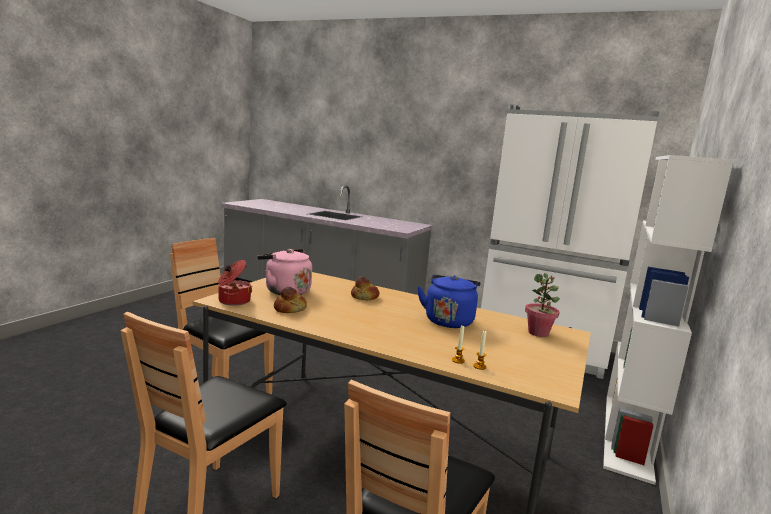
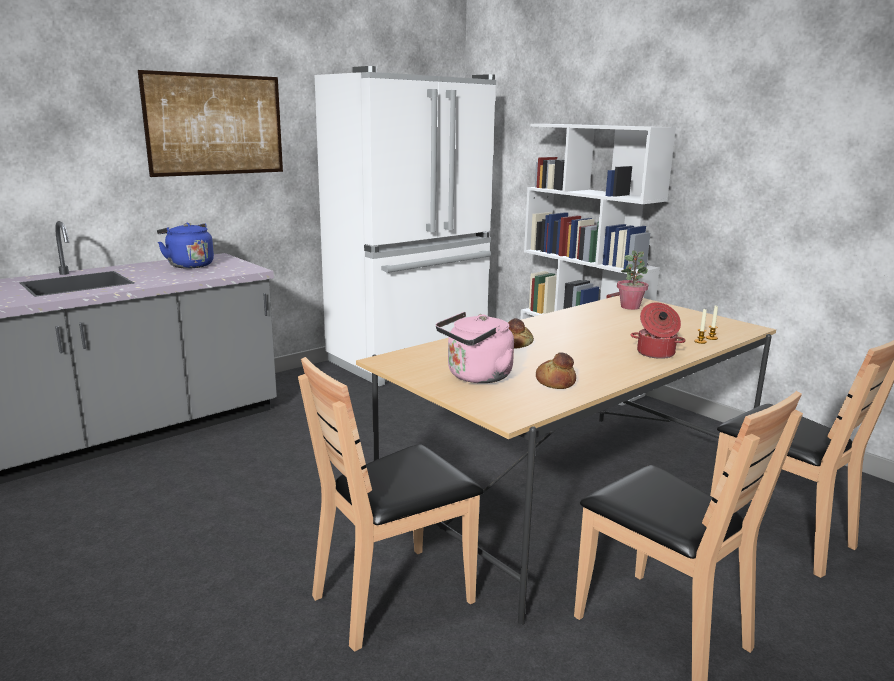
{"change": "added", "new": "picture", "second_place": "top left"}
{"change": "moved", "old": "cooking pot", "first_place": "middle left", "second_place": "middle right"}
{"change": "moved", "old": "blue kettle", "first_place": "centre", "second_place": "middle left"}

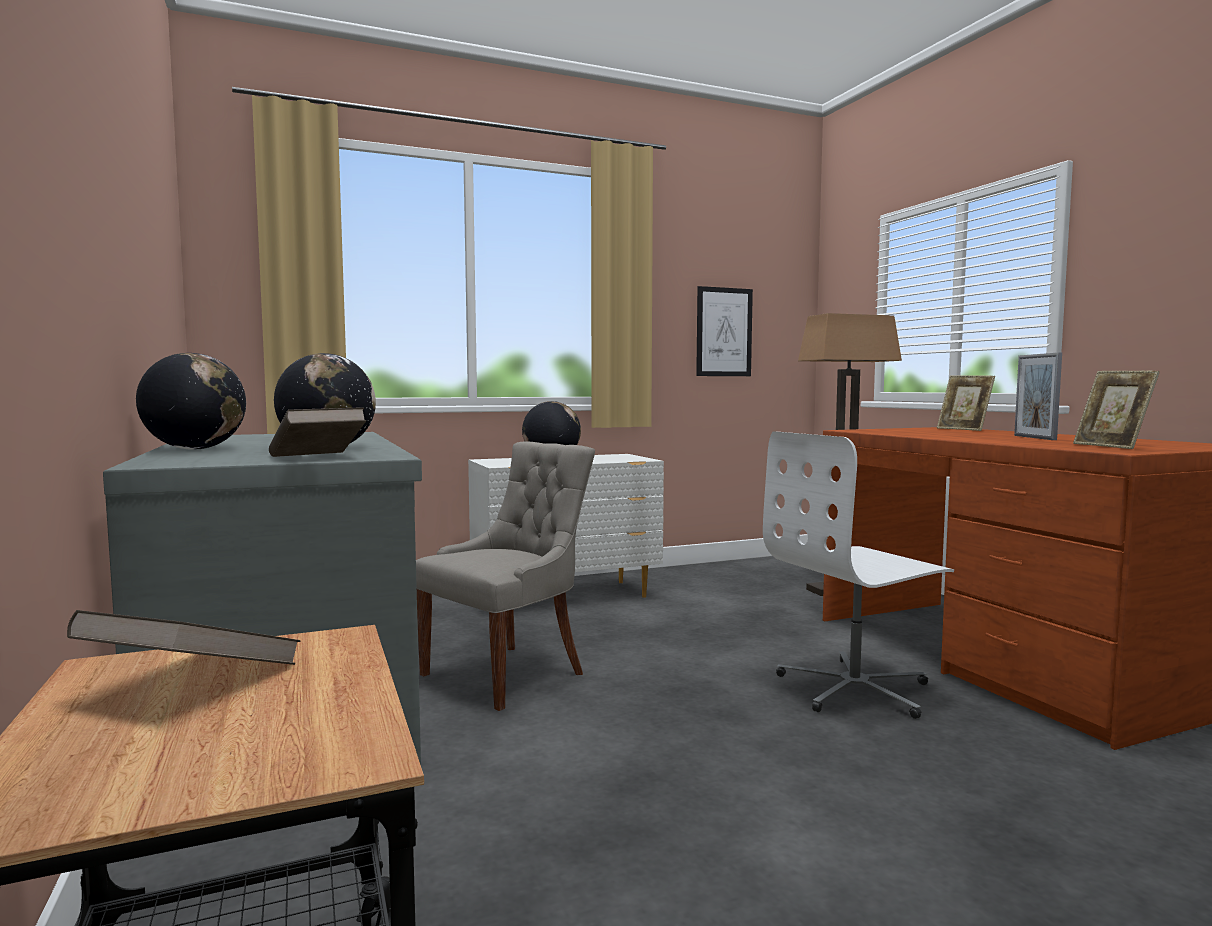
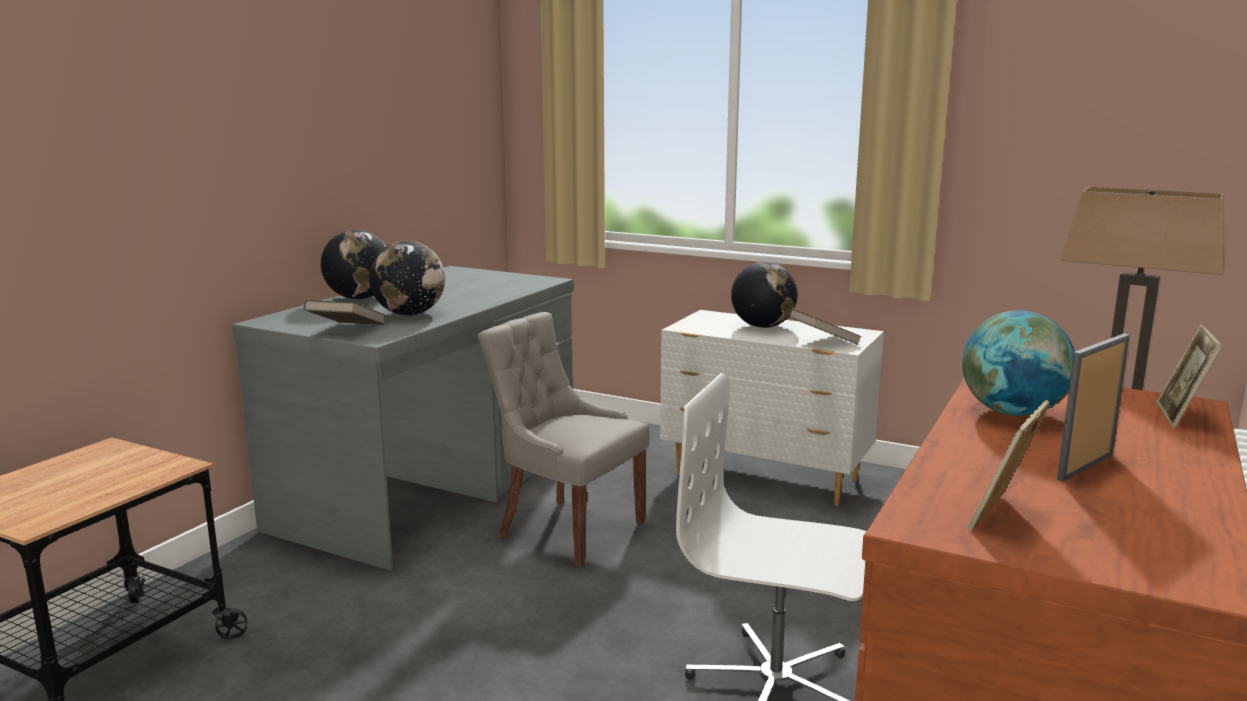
{"change": "removed", "old": "picture", "first_place": "centre"}
{"change": "added", "new": "globe (4th from left)", "second_place": "middle right"}
{"change": "moved", "old": "brown book (1st from left in the first image)", "new": "brown book (2nd from left)", "first_place": "bottom left", "second_place": "centre"}
{"change": "turned", "old": "grey chair", "first_place": "centre", "second_place": "centre", "degrees": -150}

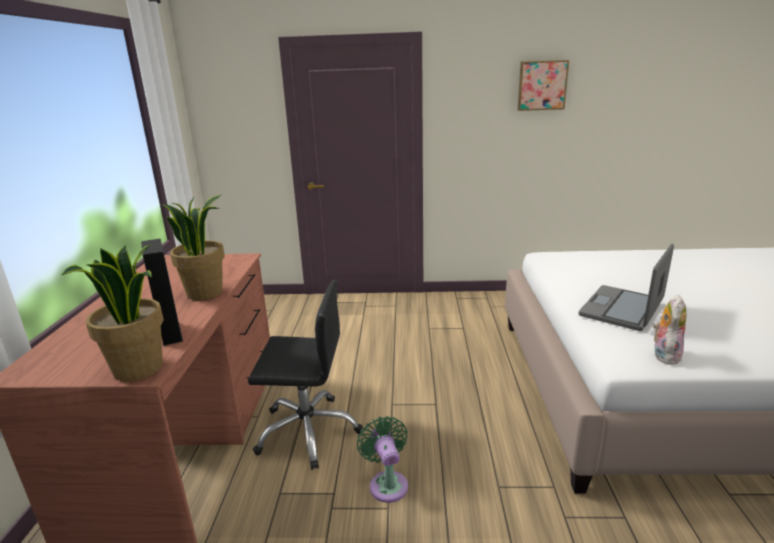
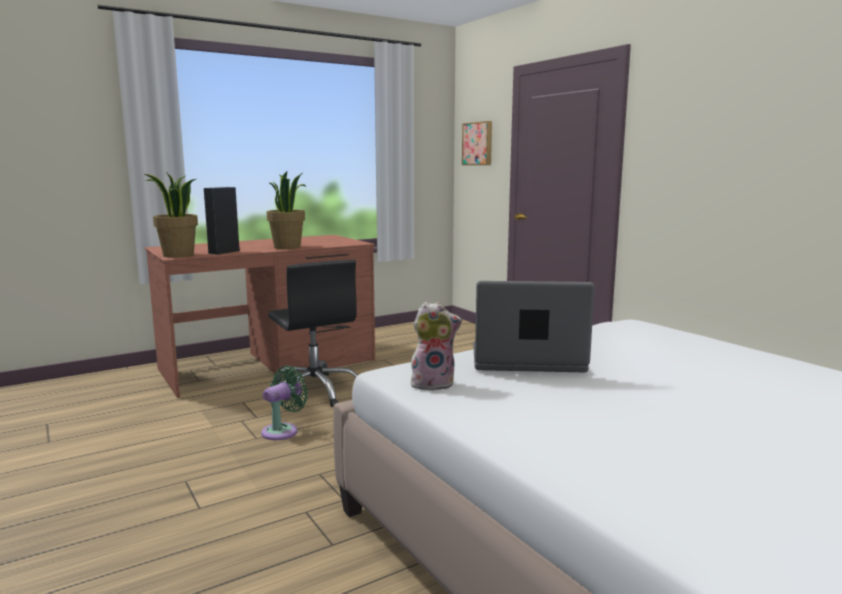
{"change": "moved", "old": "picture", "first_place": "top right", "second_place": "top centre"}

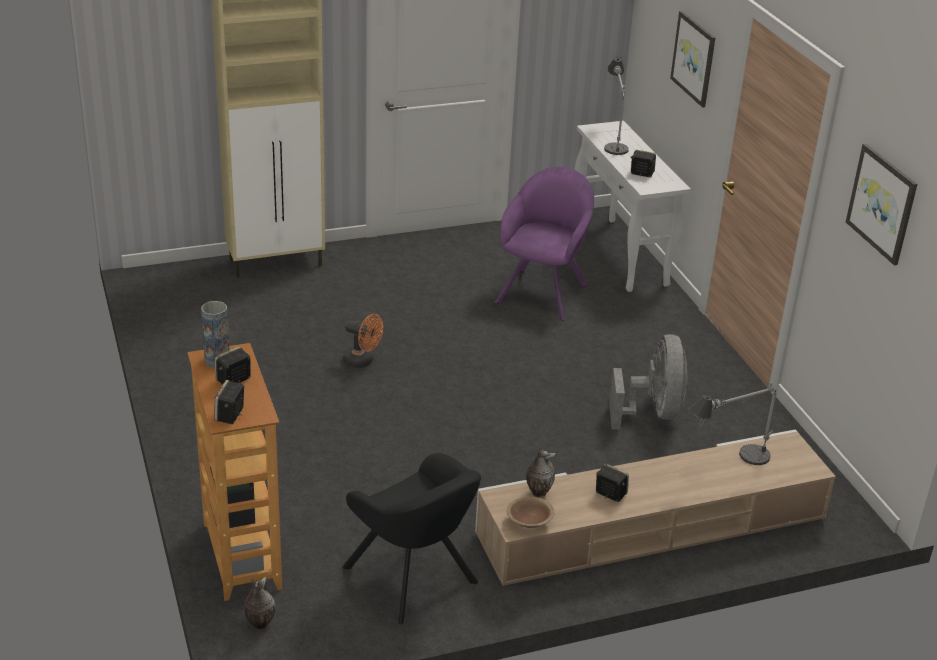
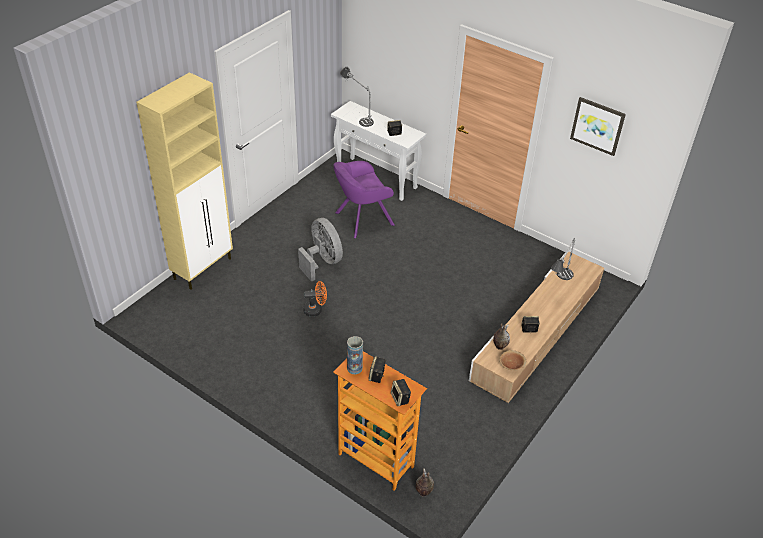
{"change": "removed", "old": "black armchair", "first_place": "bottom centre"}
{"change": "removed", "old": "picture (1st from left)", "first_place": "top right"}
{"change": "moved", "old": "grey fan", "first_place": "middle right", "second_place": "centre"}
{"change": "turned", "old": "purple armchair", "first_place": "centre", "second_place": "centre", "degrees": -105}

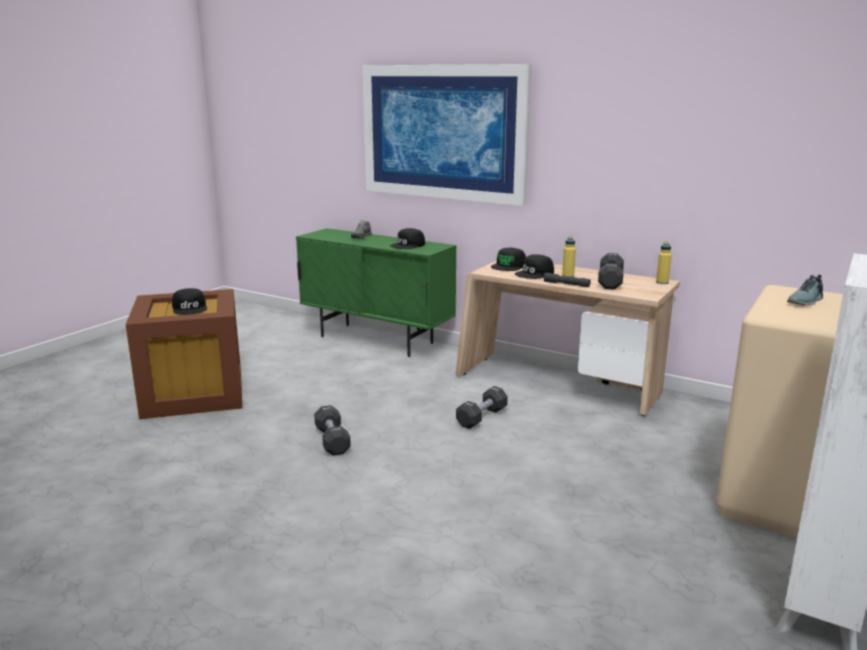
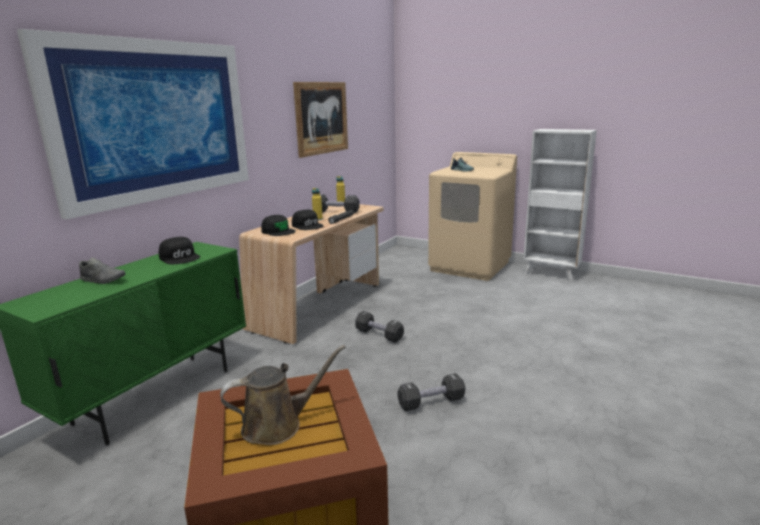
{"change": "added", "new": "picture (2nd from left)", "second_place": "top centre"}
{"change": "replaced", "old": "black cap (1st from left)", "new": "brown watering can", "first_place": "middle left", "second_place": "bottom centre"}

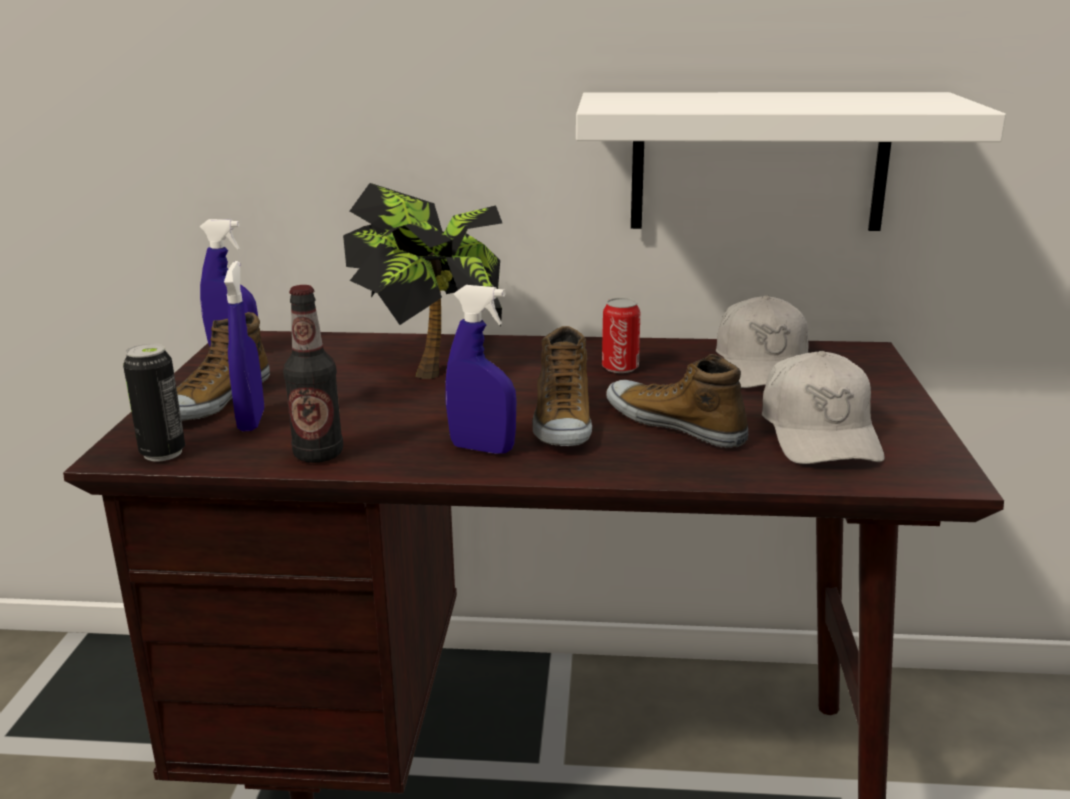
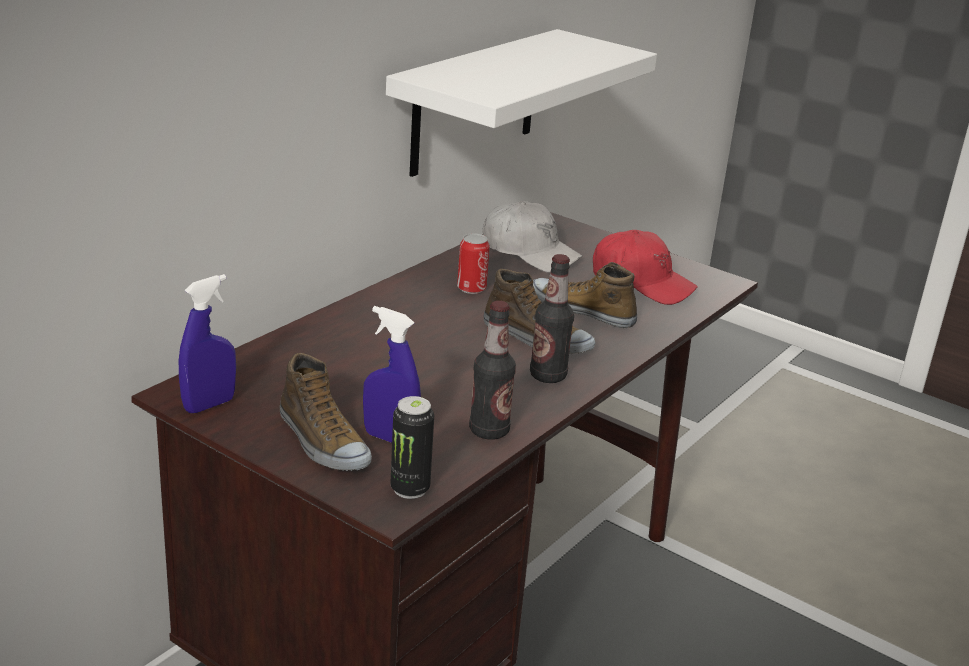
{"change": "removed", "old": "potted plant", "first_place": "centre"}
{"change": "replaced", "old": "blue spray bottle (3rd from left)", "new": "bottle (2nd from left)", "first_place": "centre", "second_place": "centre"}
{"change": "recoloured", "old": "white cap (2nd from left)", "new": "red cap", "first_place": "middle right", "second_place": "centre"}
{"change": "turned", "old": "shoe (3rd from left)", "first_place": "centre", "second_place": "centre", "degrees": 45}

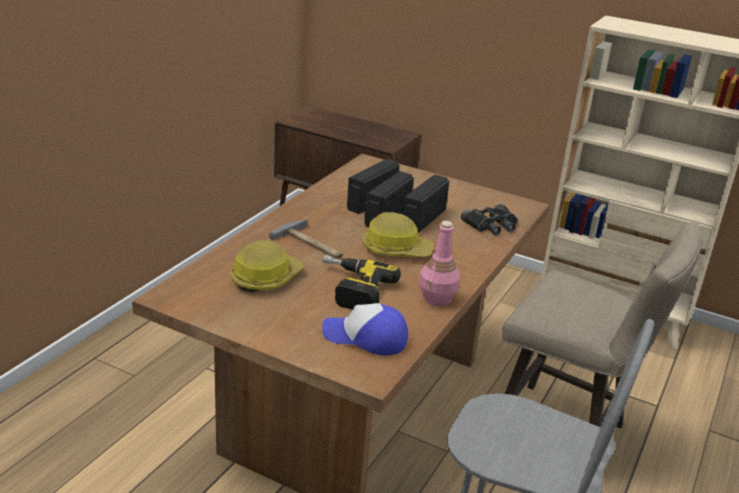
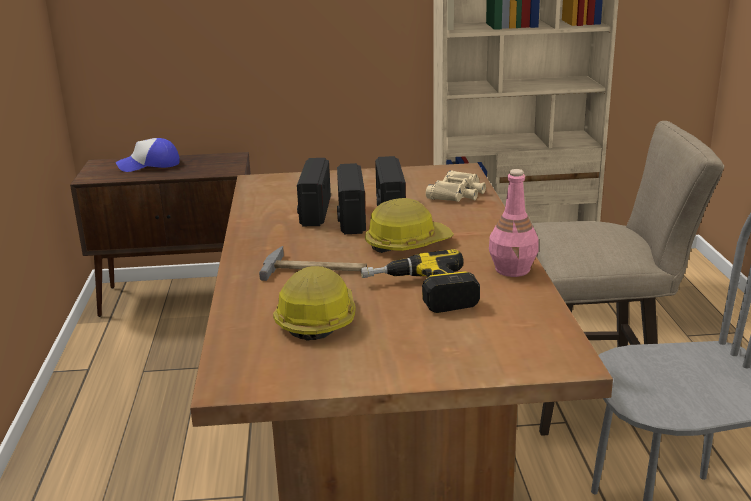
{"change": "moved", "old": "cap", "first_place": "bottom centre", "second_place": "top left"}
{"change": "recoloured", "old": "black binoculars", "new": "beige binoculars", "first_place": "centre", "second_place": "centre"}

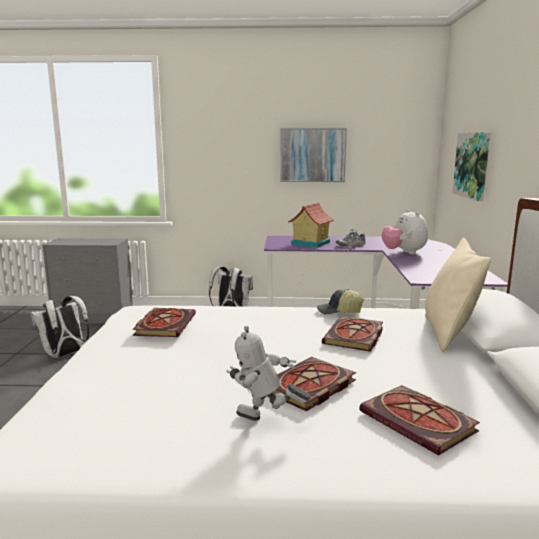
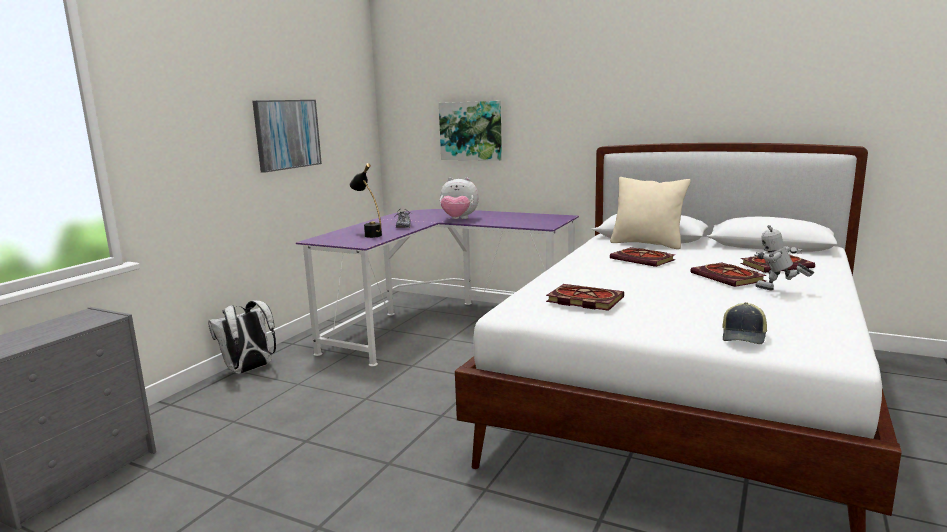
{"change": "removed", "old": "white backpack (1st from left)", "first_place": "middle left"}
{"change": "moved", "old": "cap", "first_place": "centre", "second_place": "middle right"}
{"change": "replaced", "old": "toy house", "new": "black table lamp", "first_place": "centre", "second_place": "centre"}
{"change": "turned", "old": "toy robot", "first_place": "bottom centre", "second_place": "middle right", "degrees": 75}

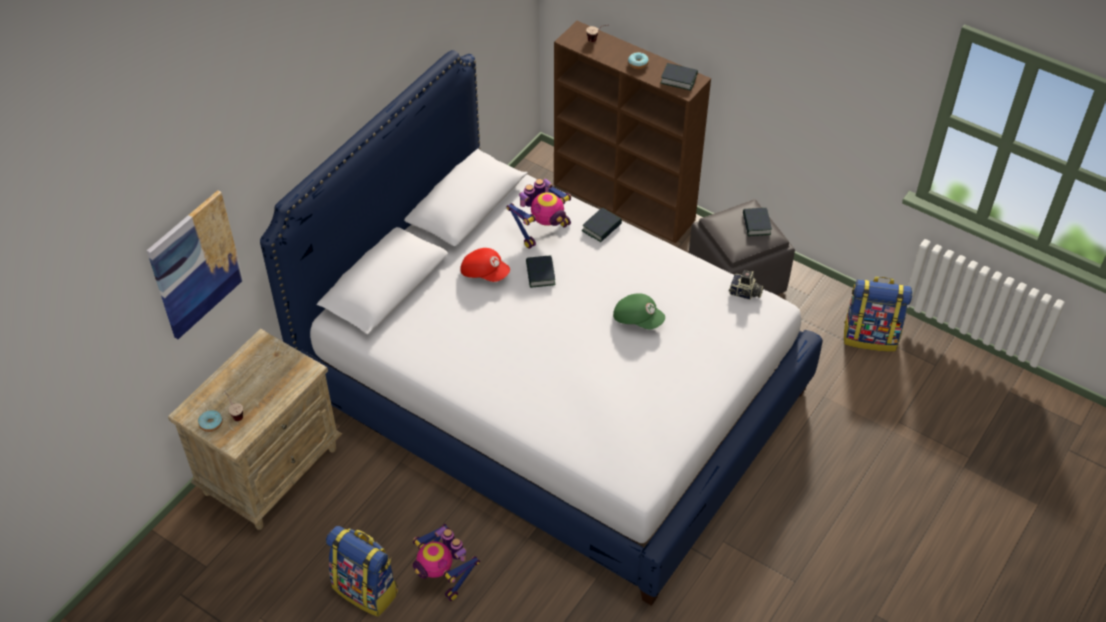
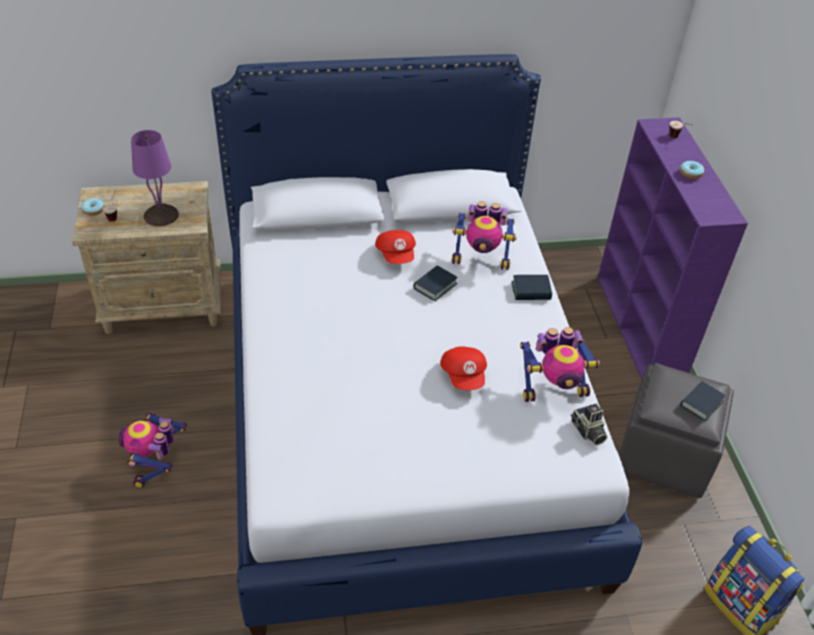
{"change": "removed", "old": "picture", "first_place": "middle left"}
{"change": "removed", "old": "backpack (1st from left)", "first_place": "bottom left"}
{"change": "removed", "old": "book (3rd from left)", "first_place": "top centre"}
{"change": "added", "new": "purple table lamp", "second_place": "top left"}
{"change": "added", "new": "toy robot (3rd from left)", "second_place": "middle right"}
{"change": "recoloured", "old": "brown bookcase", "new": "purple bookcase", "first_place": "top centre", "second_place": "middle right"}
{"change": "recoloured", "old": "green cap", "new": "red cap (2nd from left)", "first_place": "centre", "second_place": "centre"}

